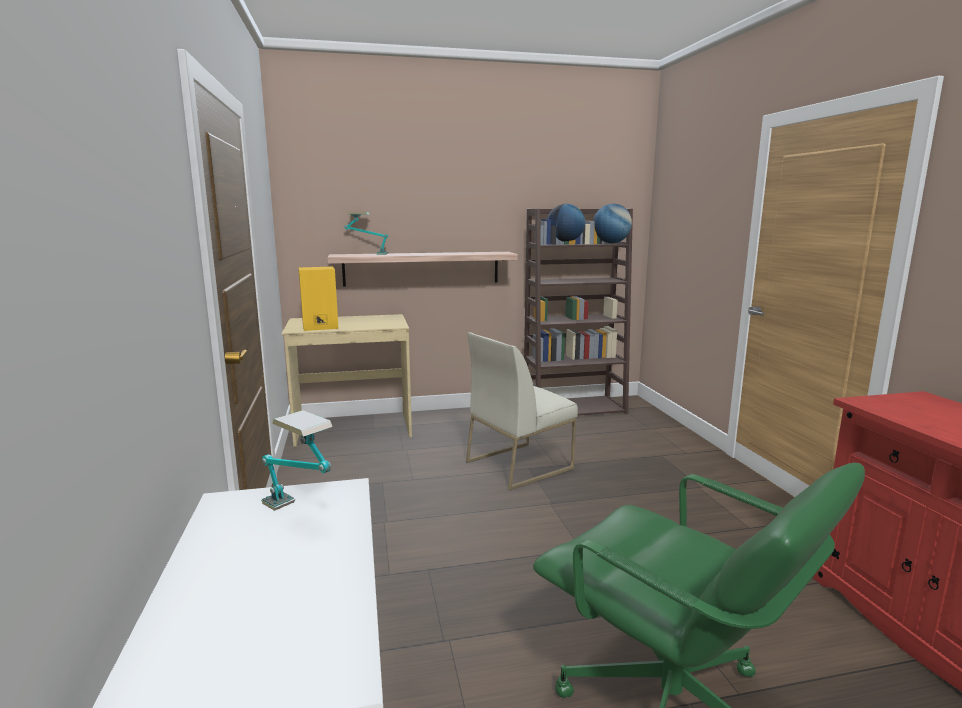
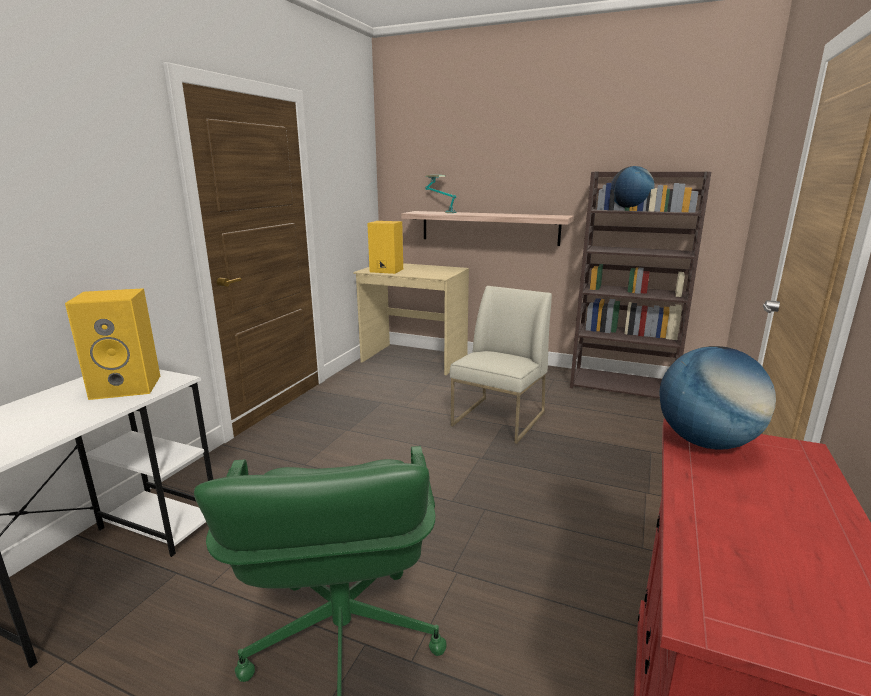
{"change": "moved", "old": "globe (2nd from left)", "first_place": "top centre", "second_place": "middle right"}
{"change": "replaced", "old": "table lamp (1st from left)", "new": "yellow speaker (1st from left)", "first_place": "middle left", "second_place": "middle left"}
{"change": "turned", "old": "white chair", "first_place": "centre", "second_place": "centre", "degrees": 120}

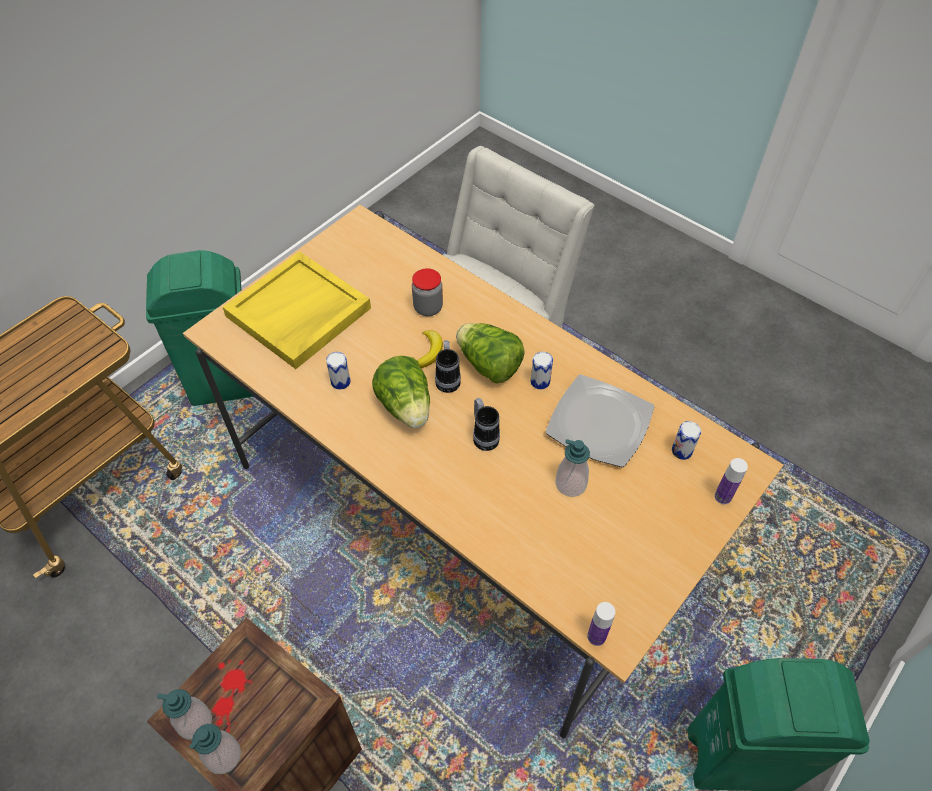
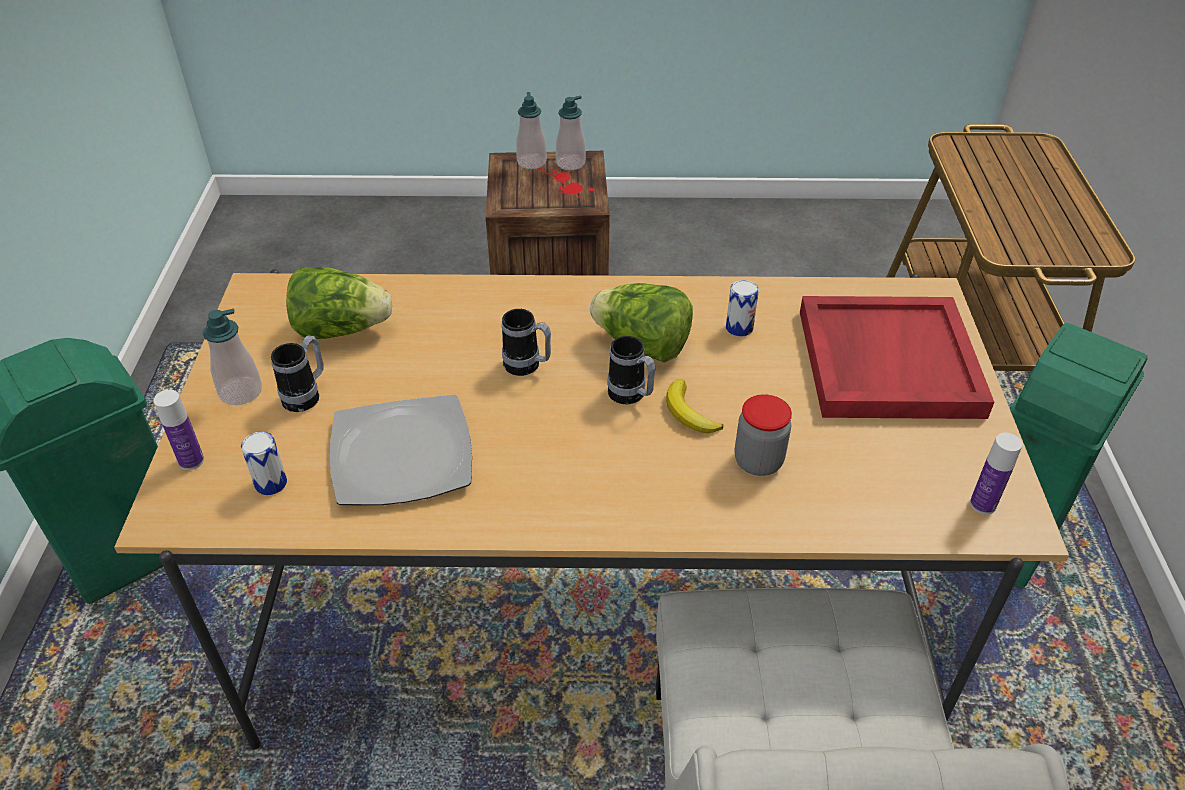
{"change": "removed", "old": "can (2nd from left)", "first_place": "centre"}
{"change": "added", "new": "mug (1st from left)", "second_place": "middle left"}
{"change": "moved", "old": "lettuce (2nd from left in the first image)", "new": "lettuce (1st from left)", "first_place": "centre", "second_place": "middle left"}
{"change": "moved", "old": "soap dispenser (3rd from left in the first image)", "new": "soap dispenser (1st from left)", "first_place": "centre", "second_place": "middle left"}
{"change": "moved", "old": "bottle (1st from left in the first image)", "new": "bottle (2nd from left)", "first_place": "bottom centre", "second_place": "middle right"}
{"change": "recoloured", "old": "yellow tray", "new": "red tray", "first_place": "middle left", "second_place": "middle right"}

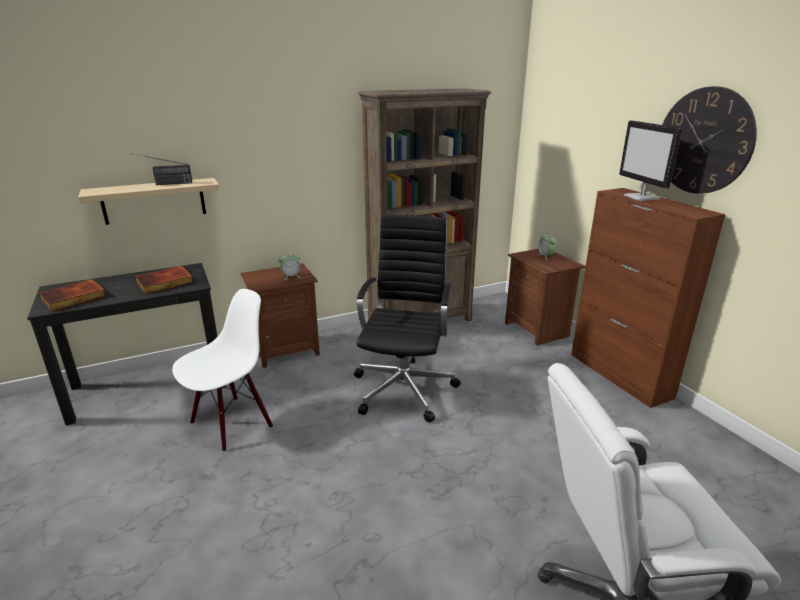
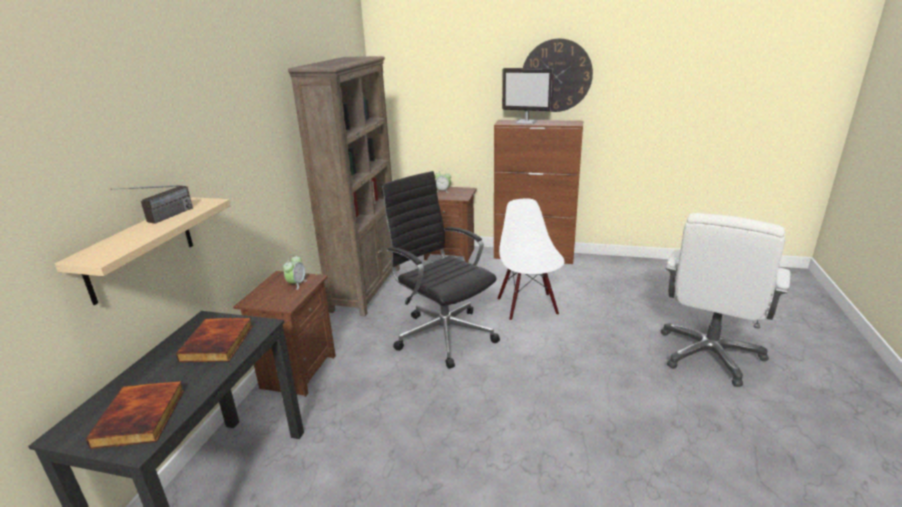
{"change": "moved", "old": "white chair", "first_place": "middle left", "second_place": "centre"}

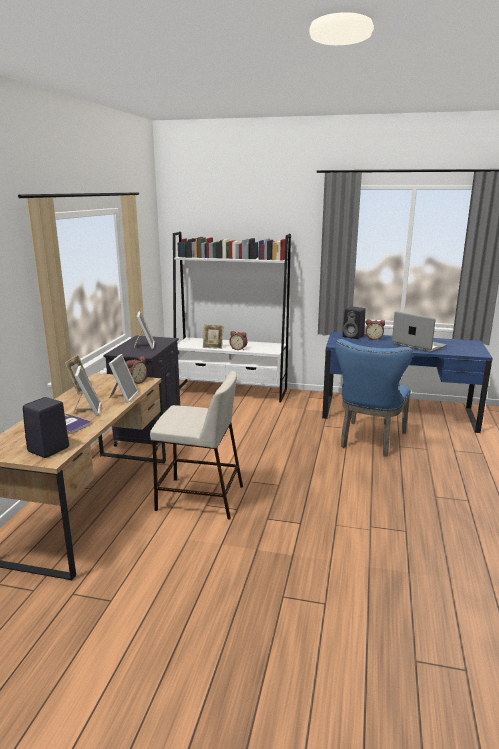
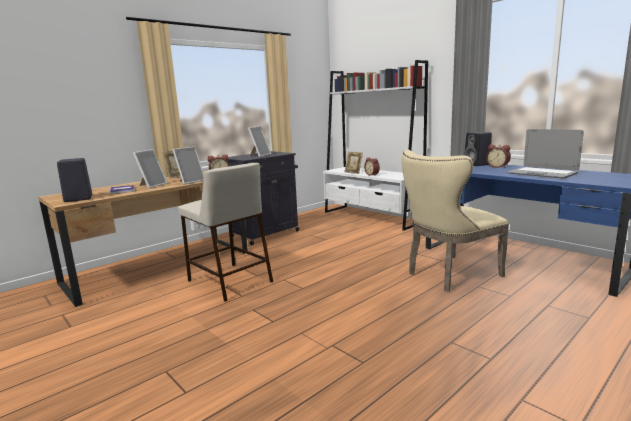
{"change": "recoloured", "old": "blue chair", "new": "beige chair", "first_place": "middle right", "second_place": "middle right"}
{"change": "turned", "old": "laptop", "first_place": "middle right", "second_place": "middle right", "degrees": 150}

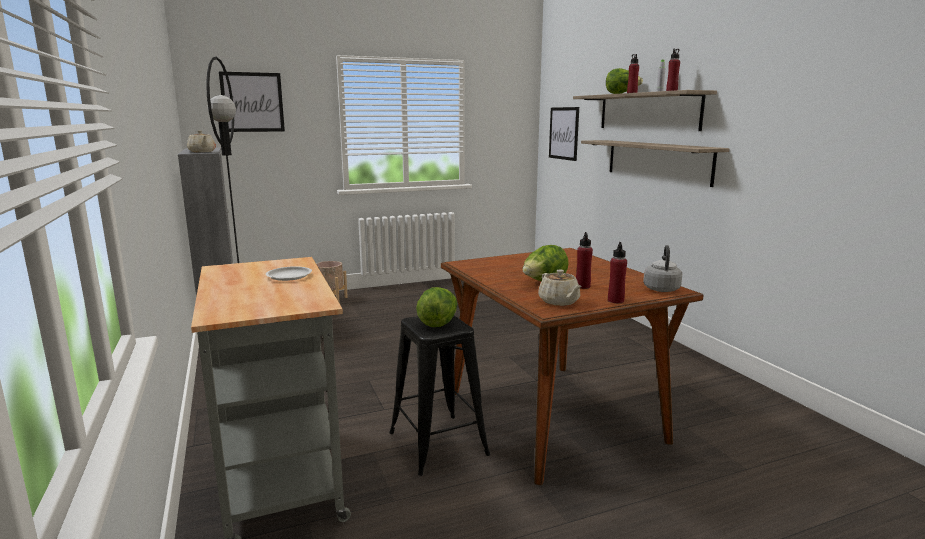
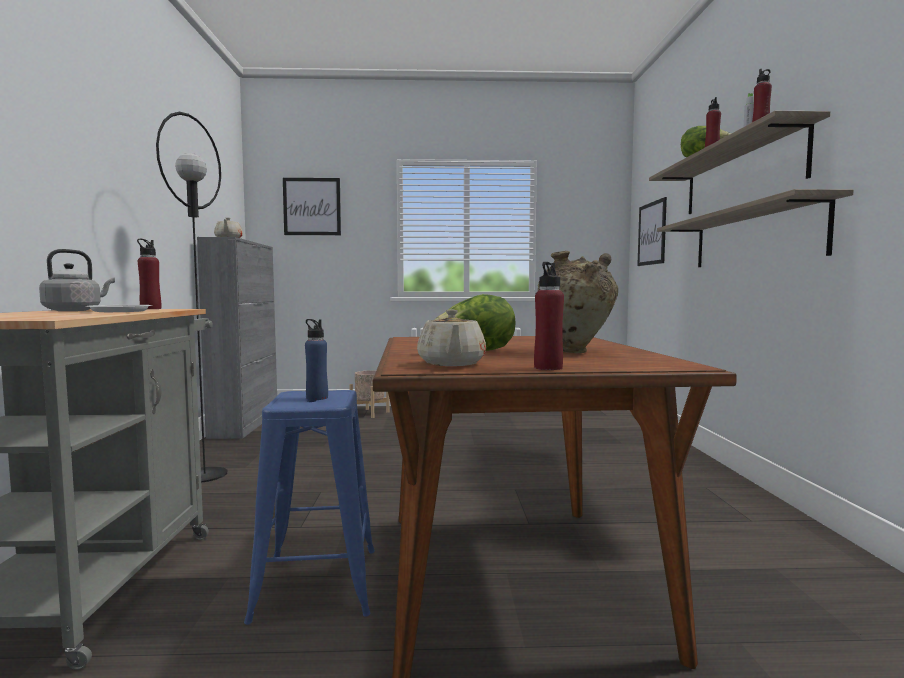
{"change": "added", "new": "beige vase", "second_place": "centre"}
{"change": "moved", "old": "red bottle (1st from left)", "first_place": "centre", "second_place": "middle left"}
{"change": "moved", "old": "grey kettle", "first_place": "middle right", "second_place": "middle left"}
{"change": "replaced", "old": "lettuce (1st from left)", "new": "blue bottle", "first_place": "centre", "second_place": "centre"}
{"change": "recoloured", "old": "black stool", "new": "blue stool", "first_place": "bottom centre", "second_place": "bottom centre"}

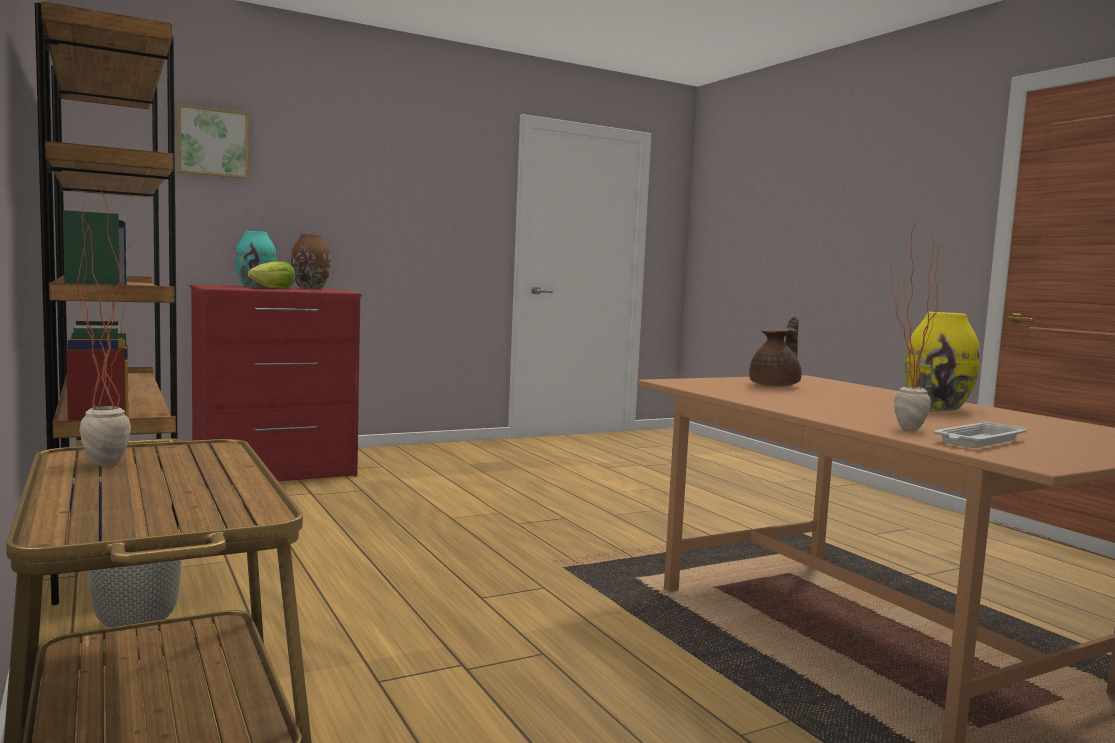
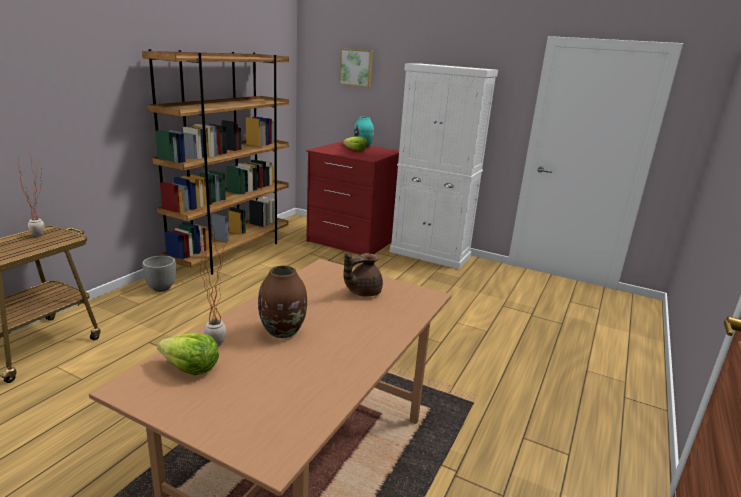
{"change": "removed", "old": "yellow vase", "first_place": "middle right"}
{"change": "added", "new": "white cabinet", "second_place": "centre"}
{"change": "moved", "old": "brown vase", "first_place": "middle left", "second_place": "centre"}
{"change": "replaced", "old": "white tray", "new": "lettuce (1st from left)", "first_place": "middle right", "second_place": "bottom left"}
{"change": "turned", "old": "brown teapot", "first_place": "middle right", "second_place": "centre", "degrees": 135}

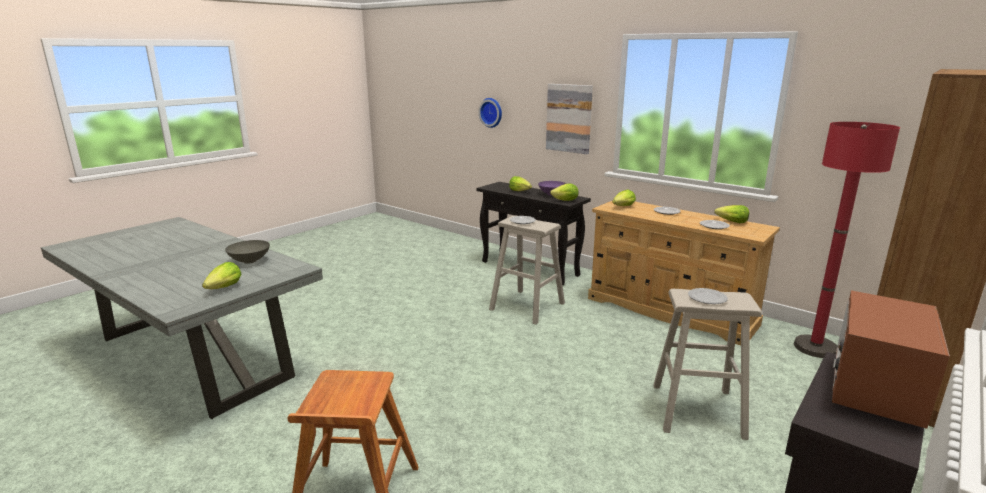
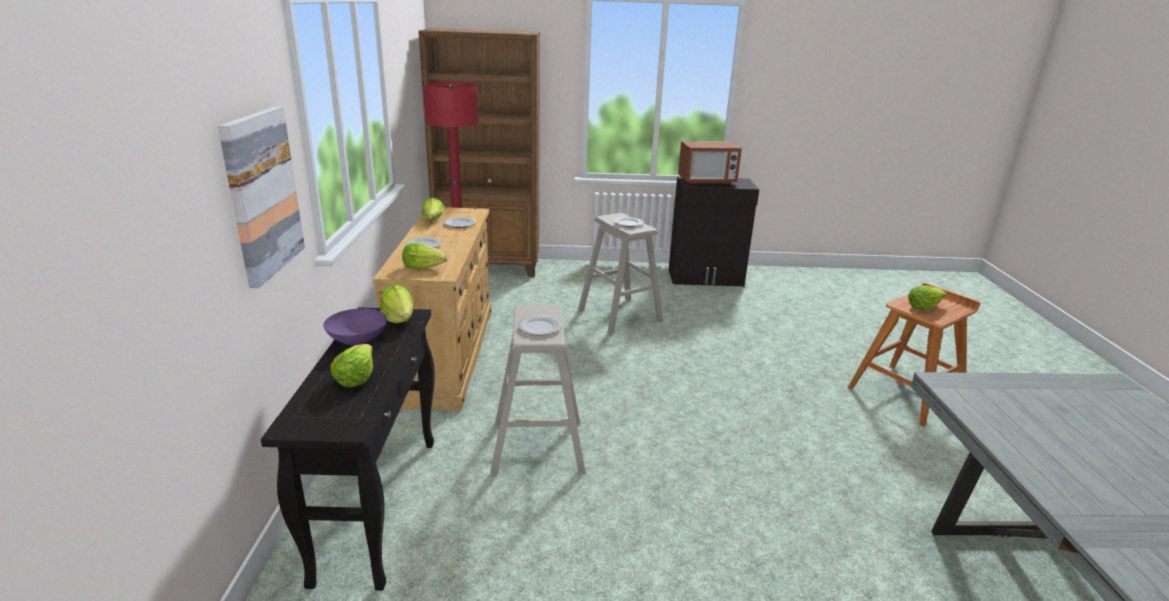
{"change": "removed", "old": "grey bowl", "first_place": "middle left"}
{"change": "removed", "old": "wall clock", "first_place": "top centre"}
{"change": "moved", "old": "lettuce (1st from left in the first image)", "new": "lettuce (5th from left)", "first_place": "middle left", "second_place": "middle right"}

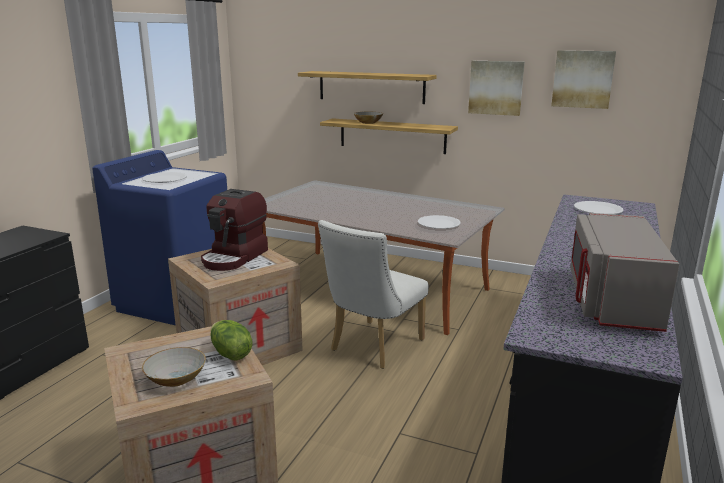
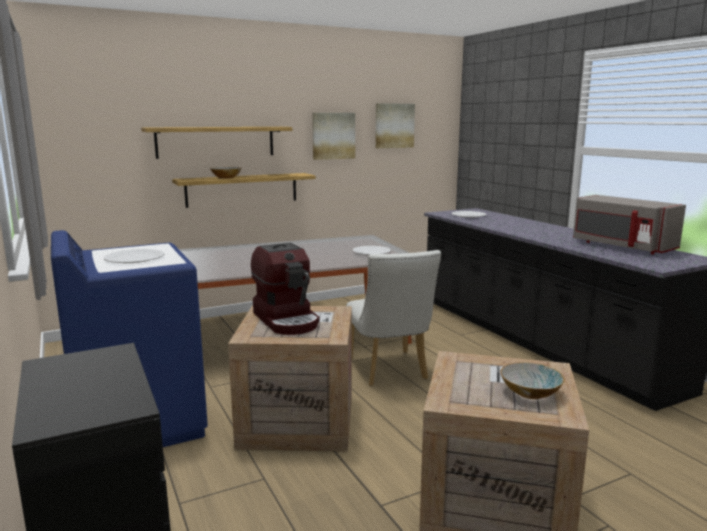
{"change": "removed", "old": "lettuce", "first_place": "bottom left"}

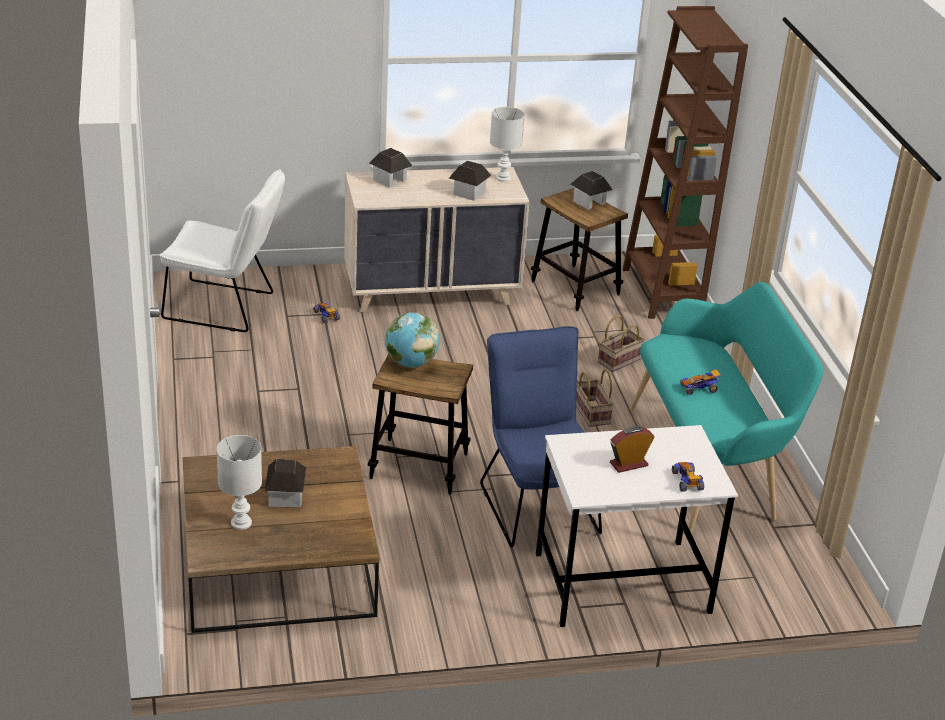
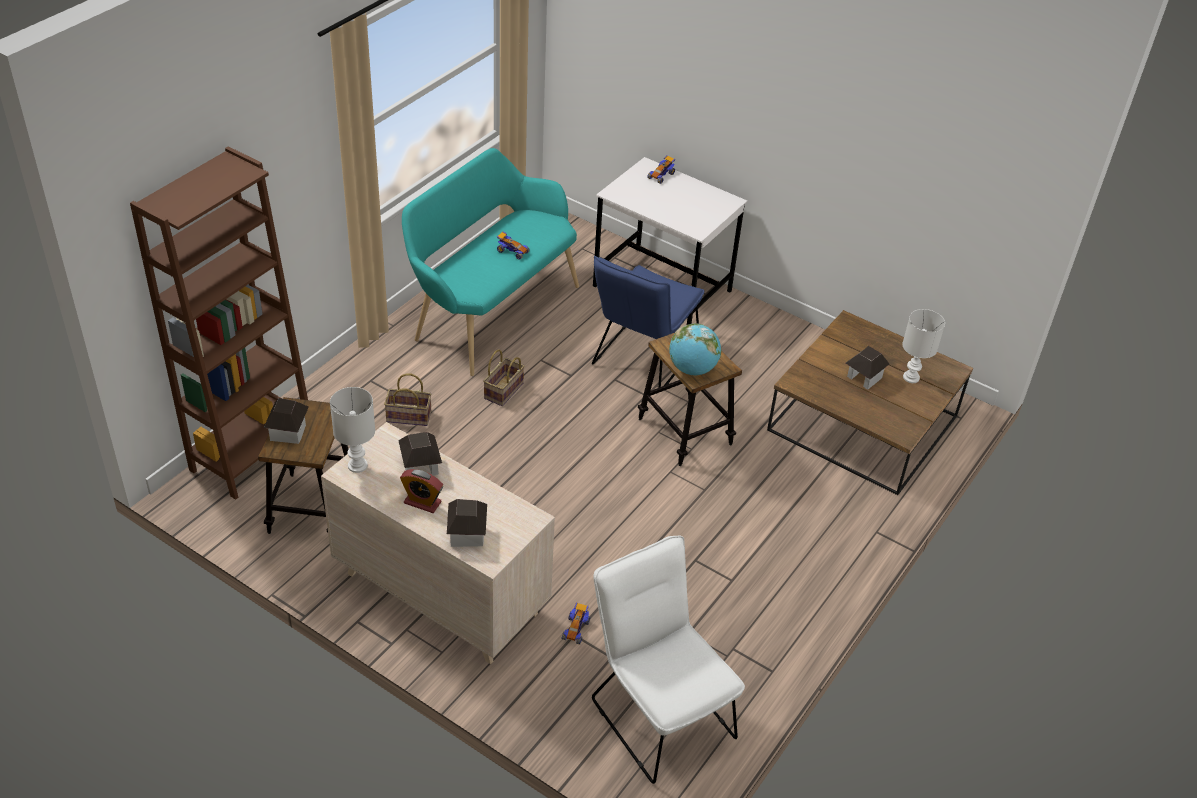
{"change": "moved", "old": "alarm clock", "first_place": "middle right", "second_place": "centre"}

